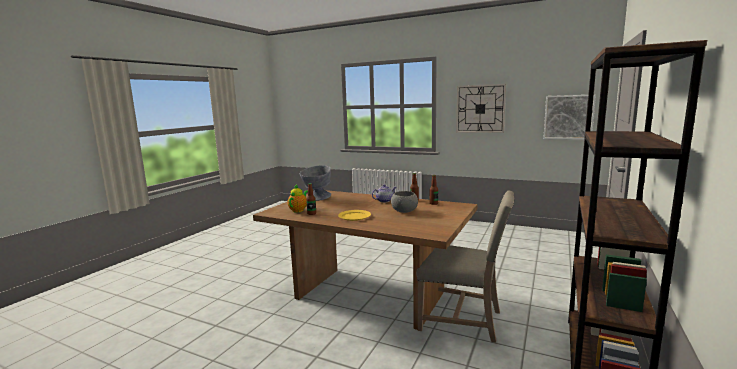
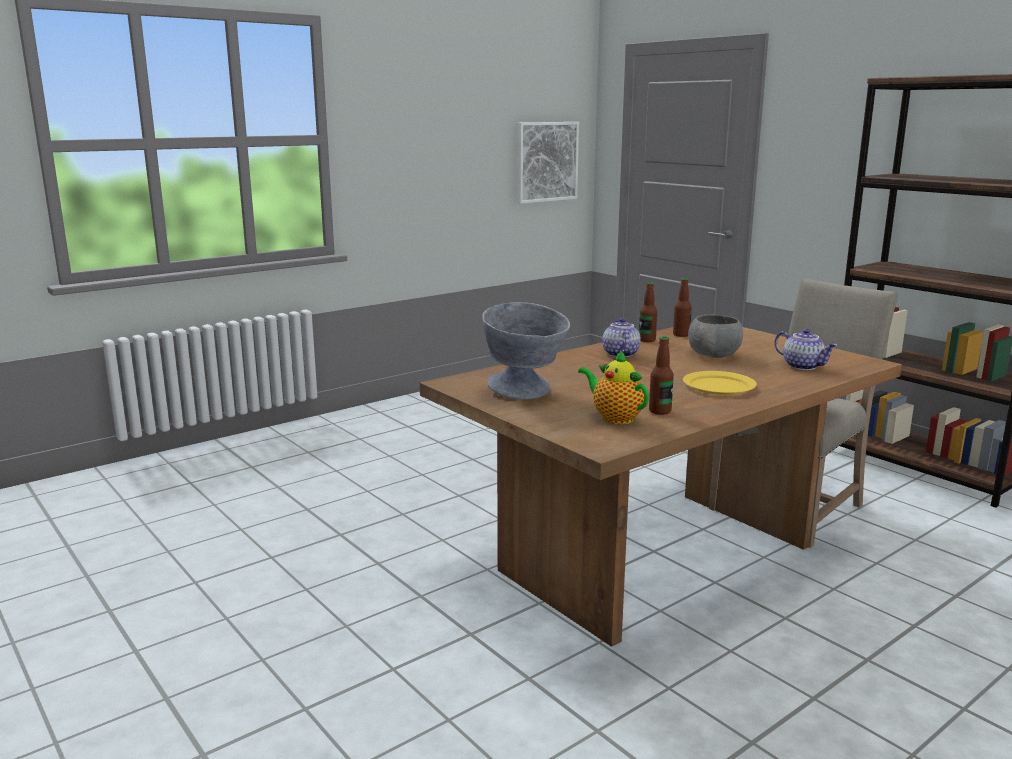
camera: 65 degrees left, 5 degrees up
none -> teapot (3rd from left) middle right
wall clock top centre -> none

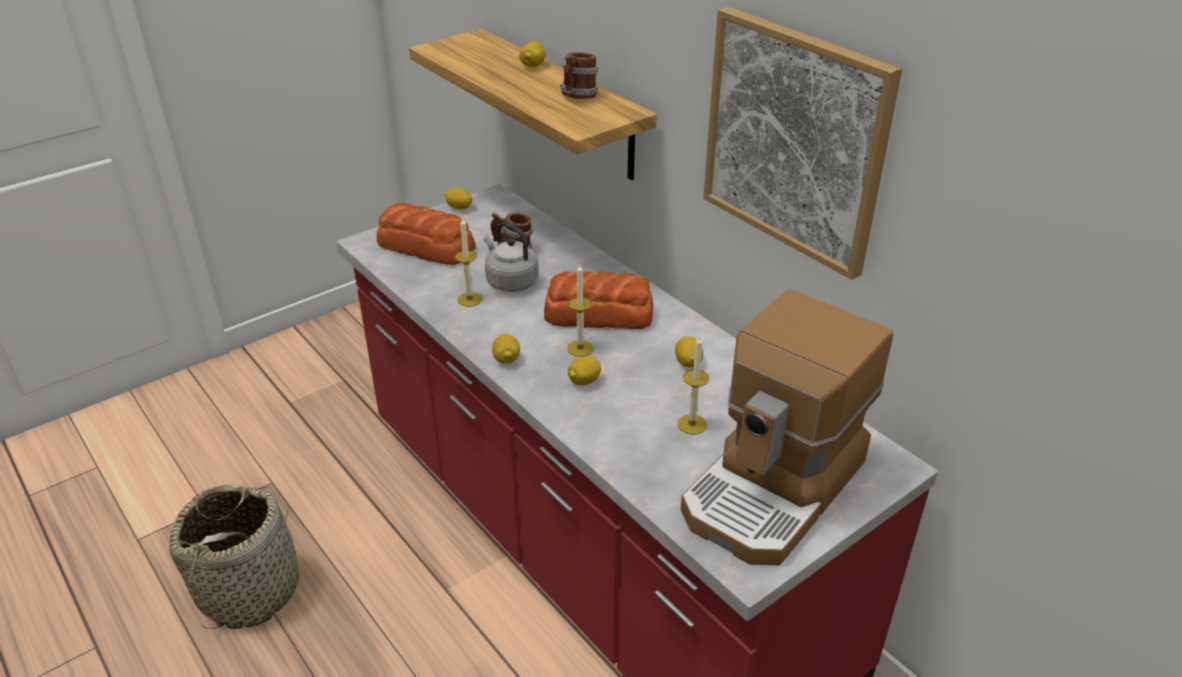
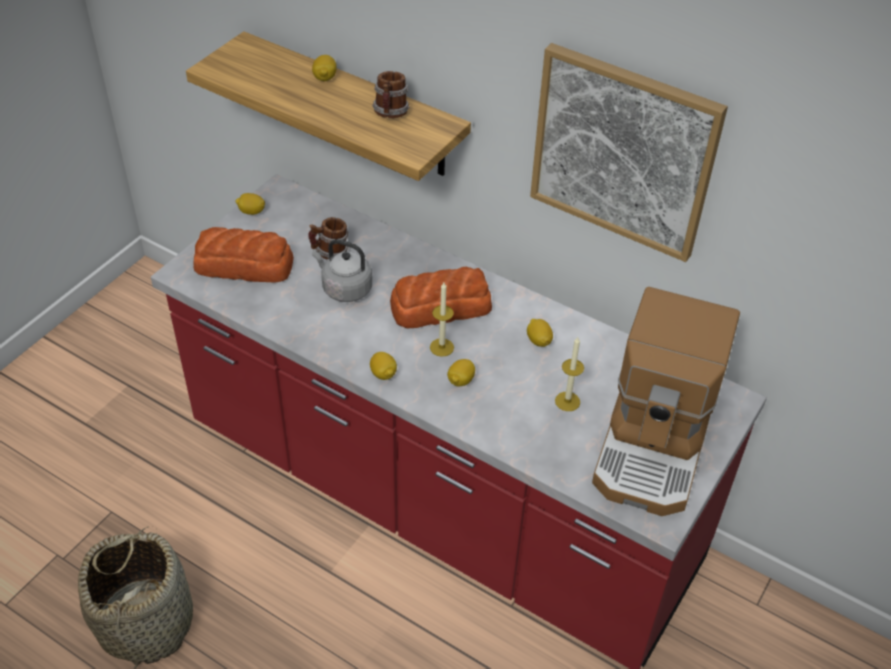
camera: 20 degrees left, 10 degrees up
candle (1st from left) centre -> none

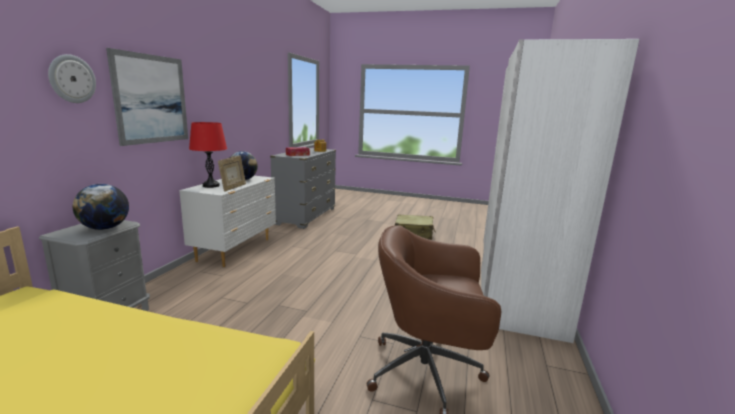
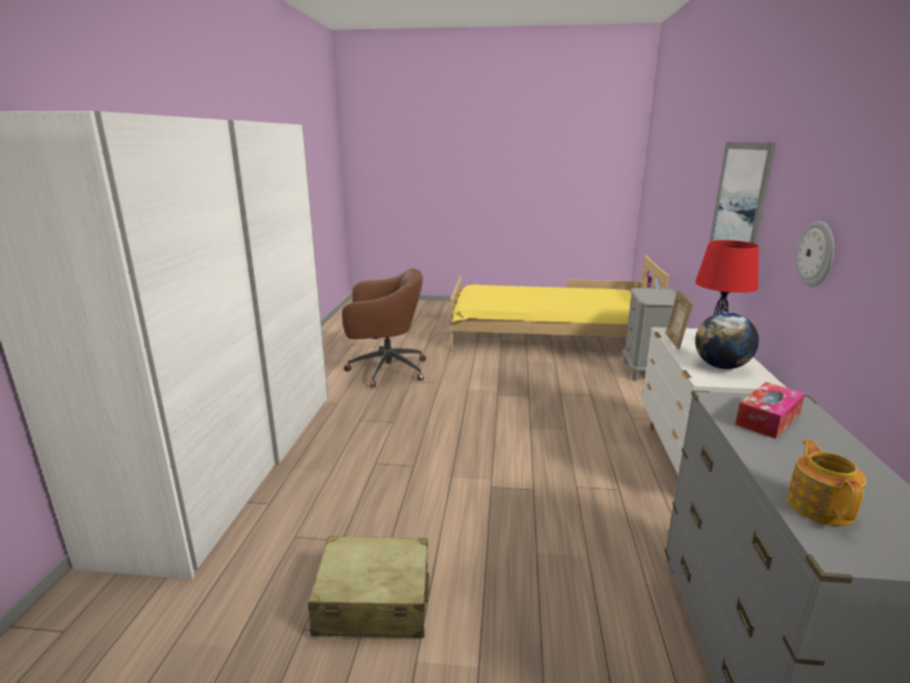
camera: 170 degrees right, 5 degrees up
wall clock top left -> wall clock middle right, move
globe (1st from left) middle left -> none

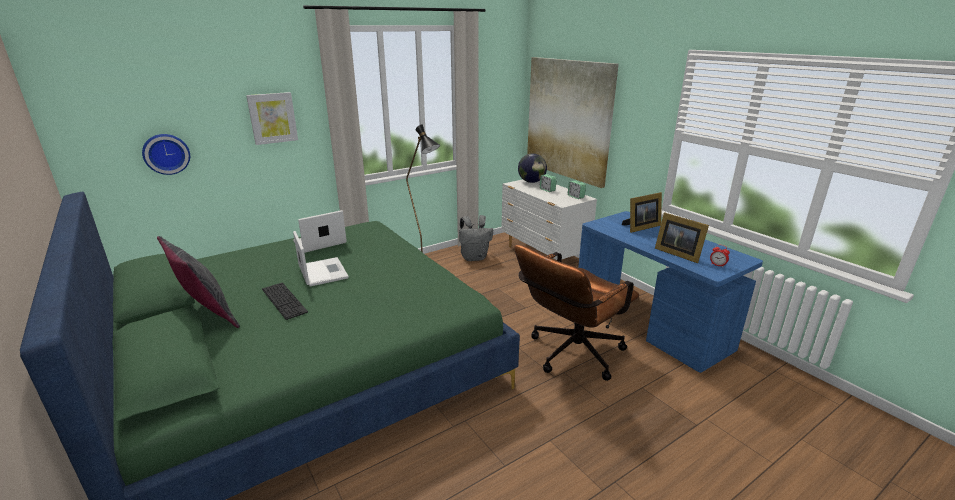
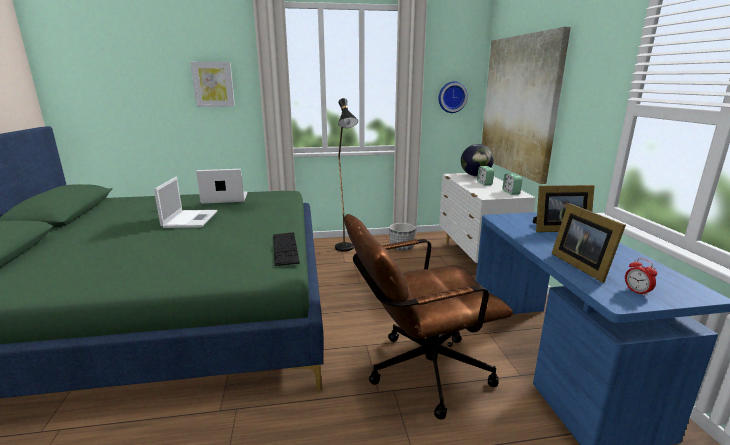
camera: 25 degrees right, 5 degrees down
keyboard middle left -> keyboard centre, move
backpack/grey centre -> planter centre
wall clock top left -> wall clock top centre, move
pillow/grey middle left -> none

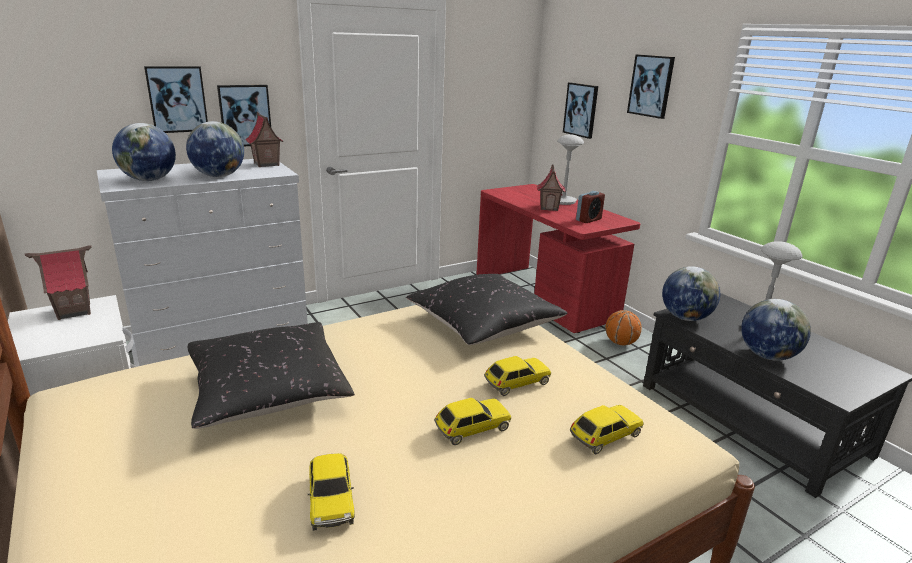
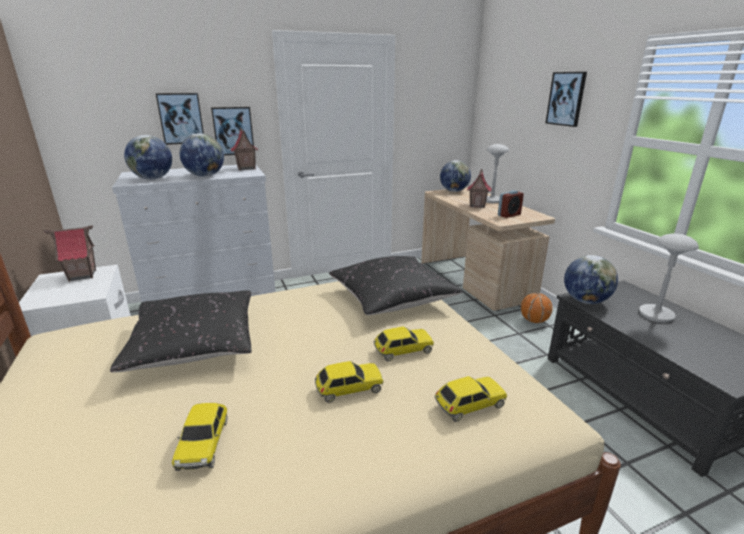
camera: 10 degrees right, 0 degrees up
desk/red centre -> desk/beige centre
globe (4th from left in the first image) middle right -> globe (3rd from left) top centre, move
picture (3rd from left) top centre -> none

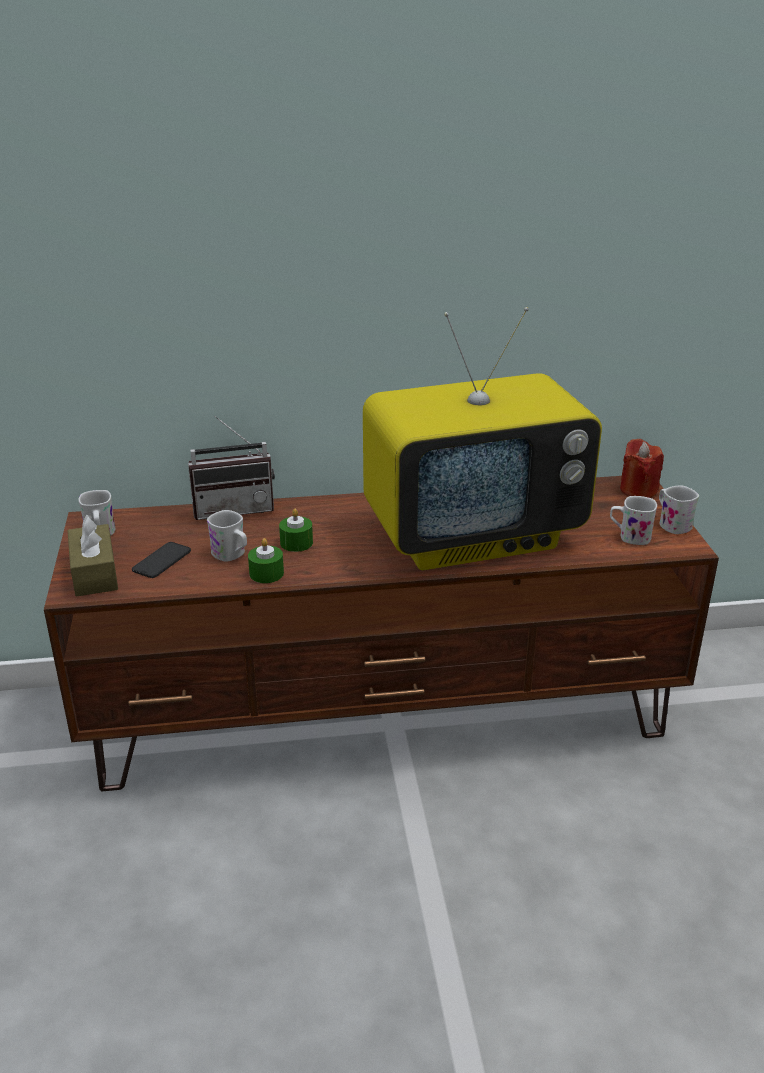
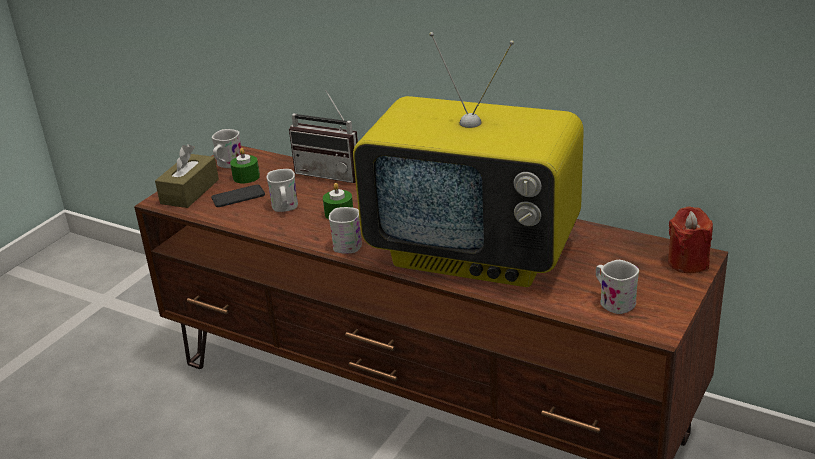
camera: 40 degrees right, 0 degrees up
candle/green (1st from left) centre -> candle/green (1st from left) middle left, move
mug/white (4th from left in the first image) middle right -> mug/white (3rd from left) centre, move

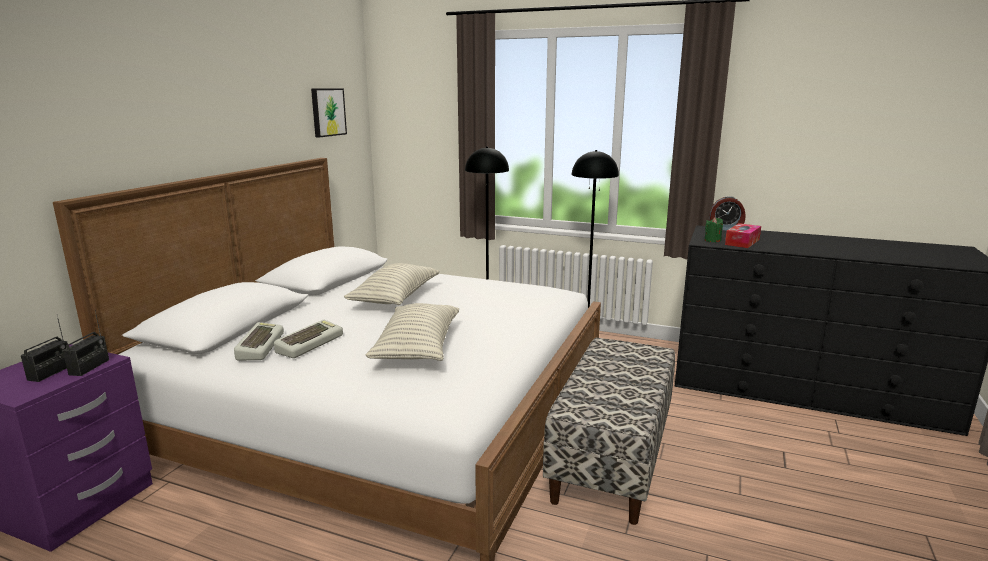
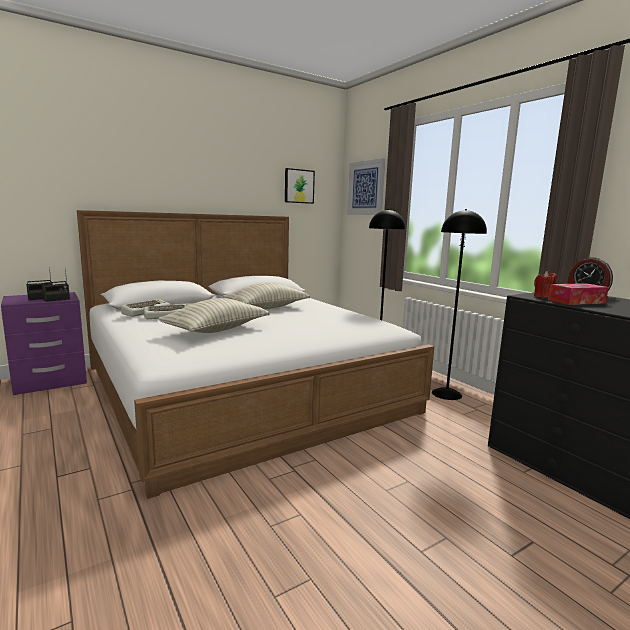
camera: 35 degrees right, 5 degrees down
none -> picture (2nd from left) top centre
candle/green middle right -> candle/red middle right
bench bottom centre -> none

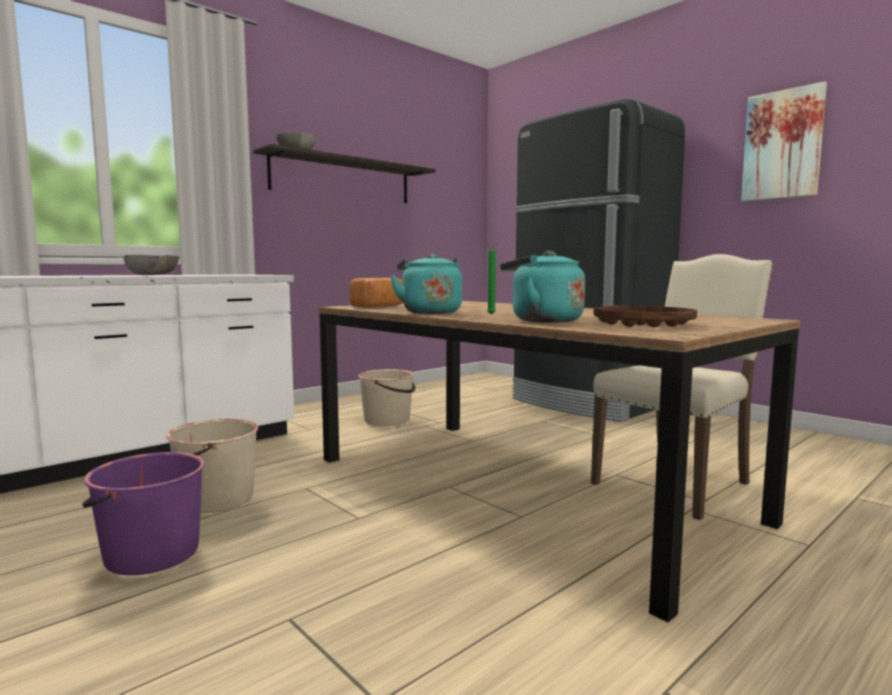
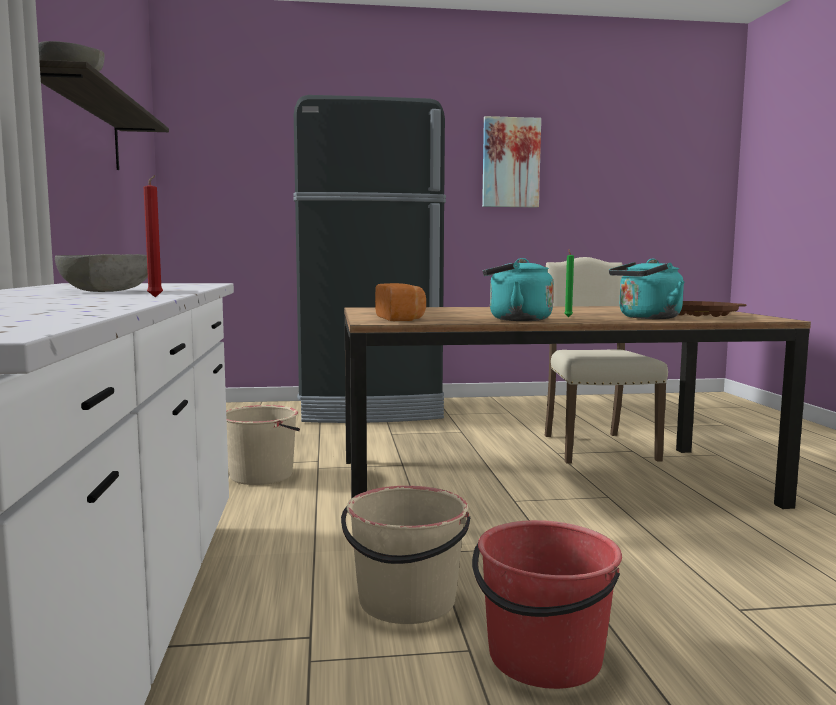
camera: 55 degrees left, 0 degrees up
none -> candle/red middle left
bucket/purple bottom left -> bucket/red bottom centre

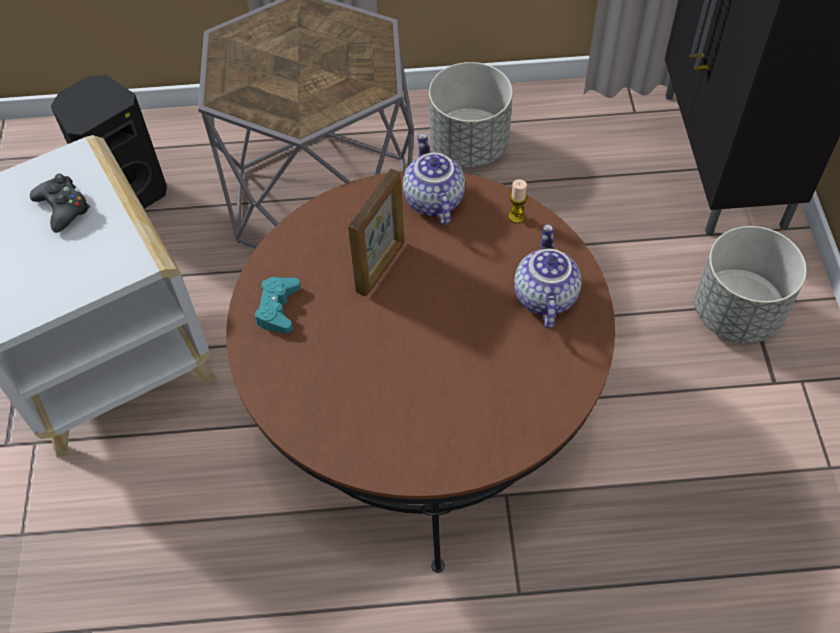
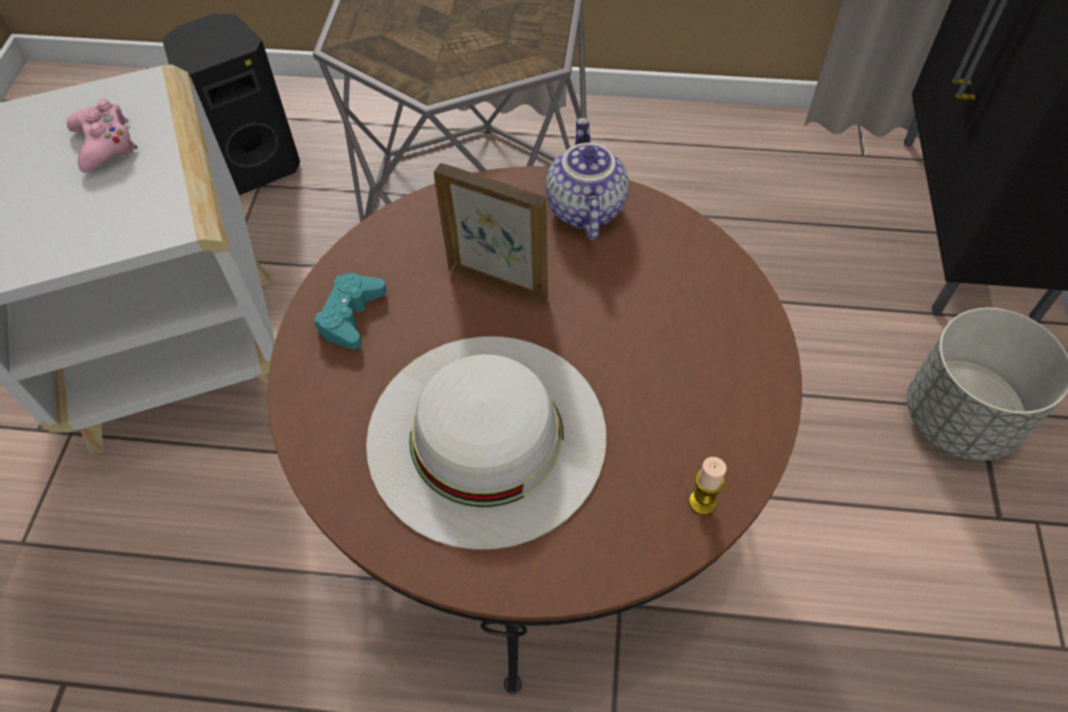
camera: 10 degrees right, 0 degrees up
game controller/black top left -> game controller/pink top left
none -> hat/white centre
picture frame centre -> picture frame top centre, 105 degrees counterclockwise
candle top centre -> candle bottom centre, move
planter/grey (1st from left) top centre -> none
teapot (2nd from left) centre -> none

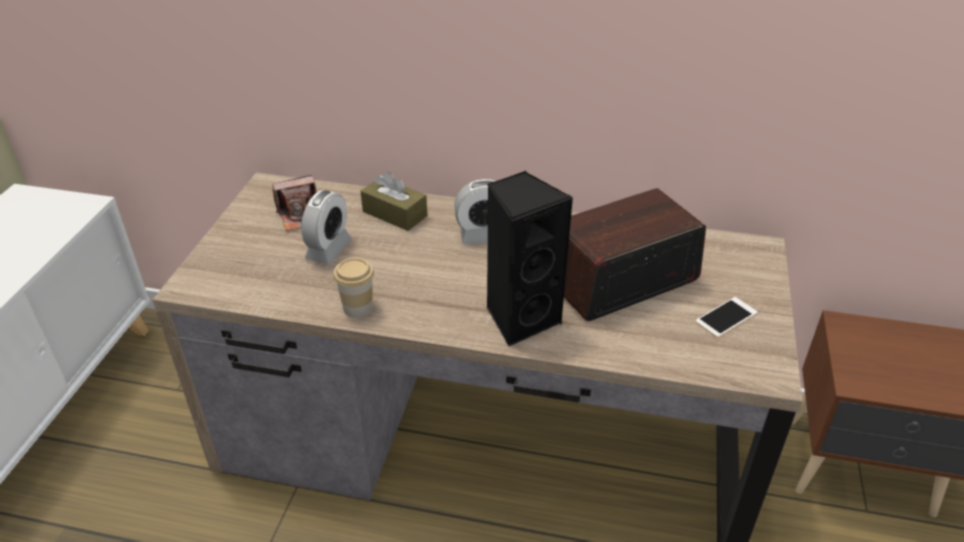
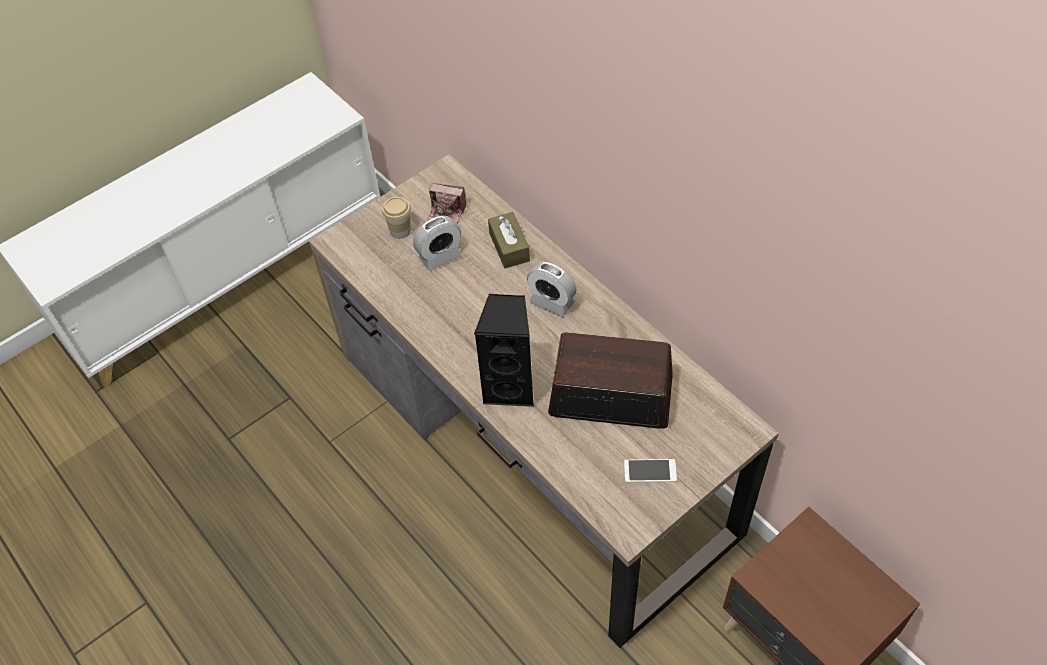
camera: 40 degrees right, 15 degrees up
cup centre -> cup top centre, move

